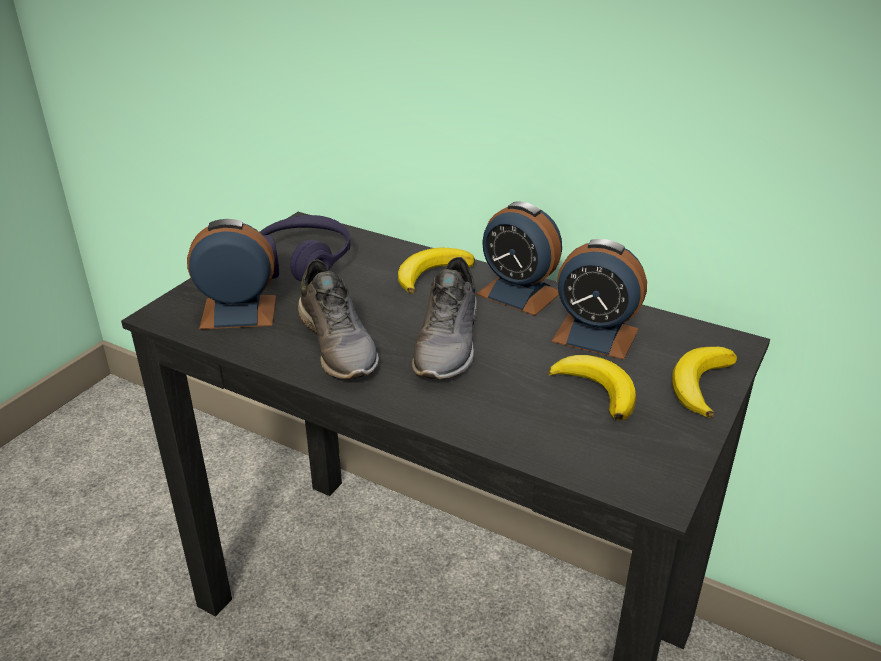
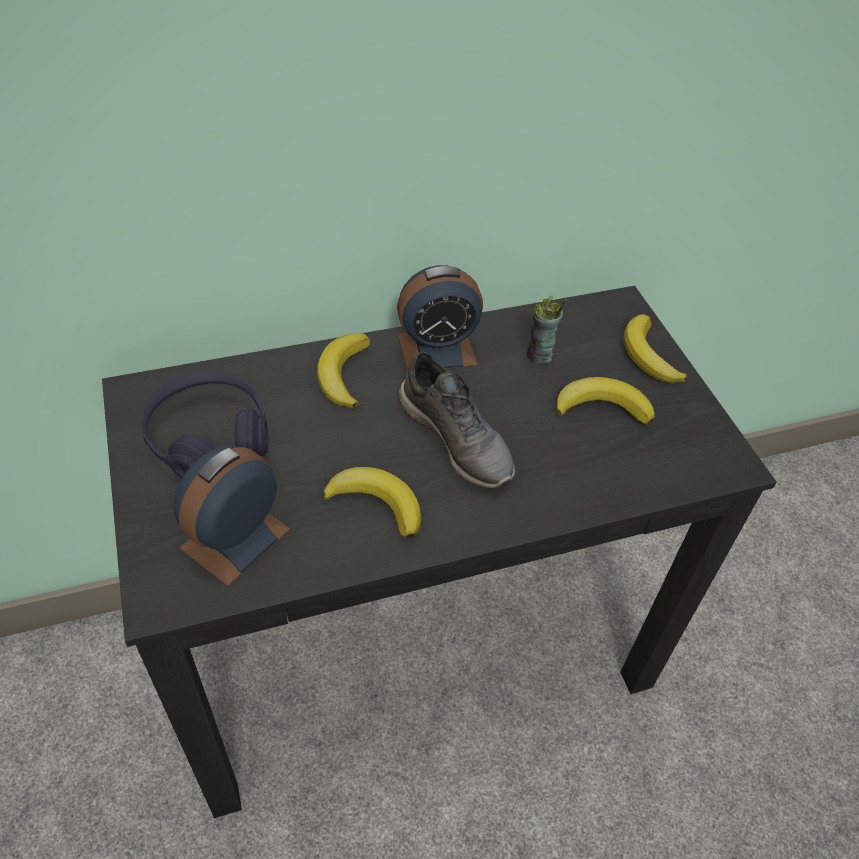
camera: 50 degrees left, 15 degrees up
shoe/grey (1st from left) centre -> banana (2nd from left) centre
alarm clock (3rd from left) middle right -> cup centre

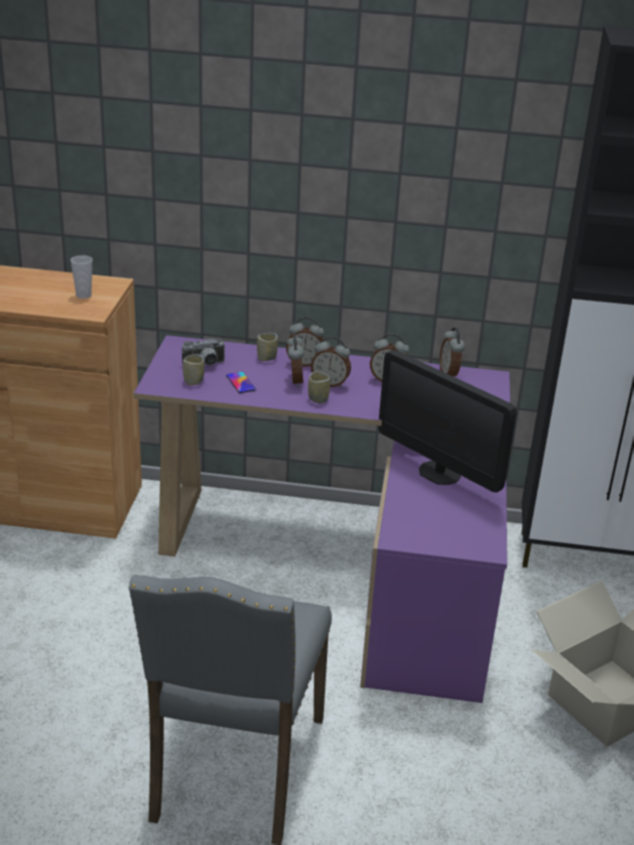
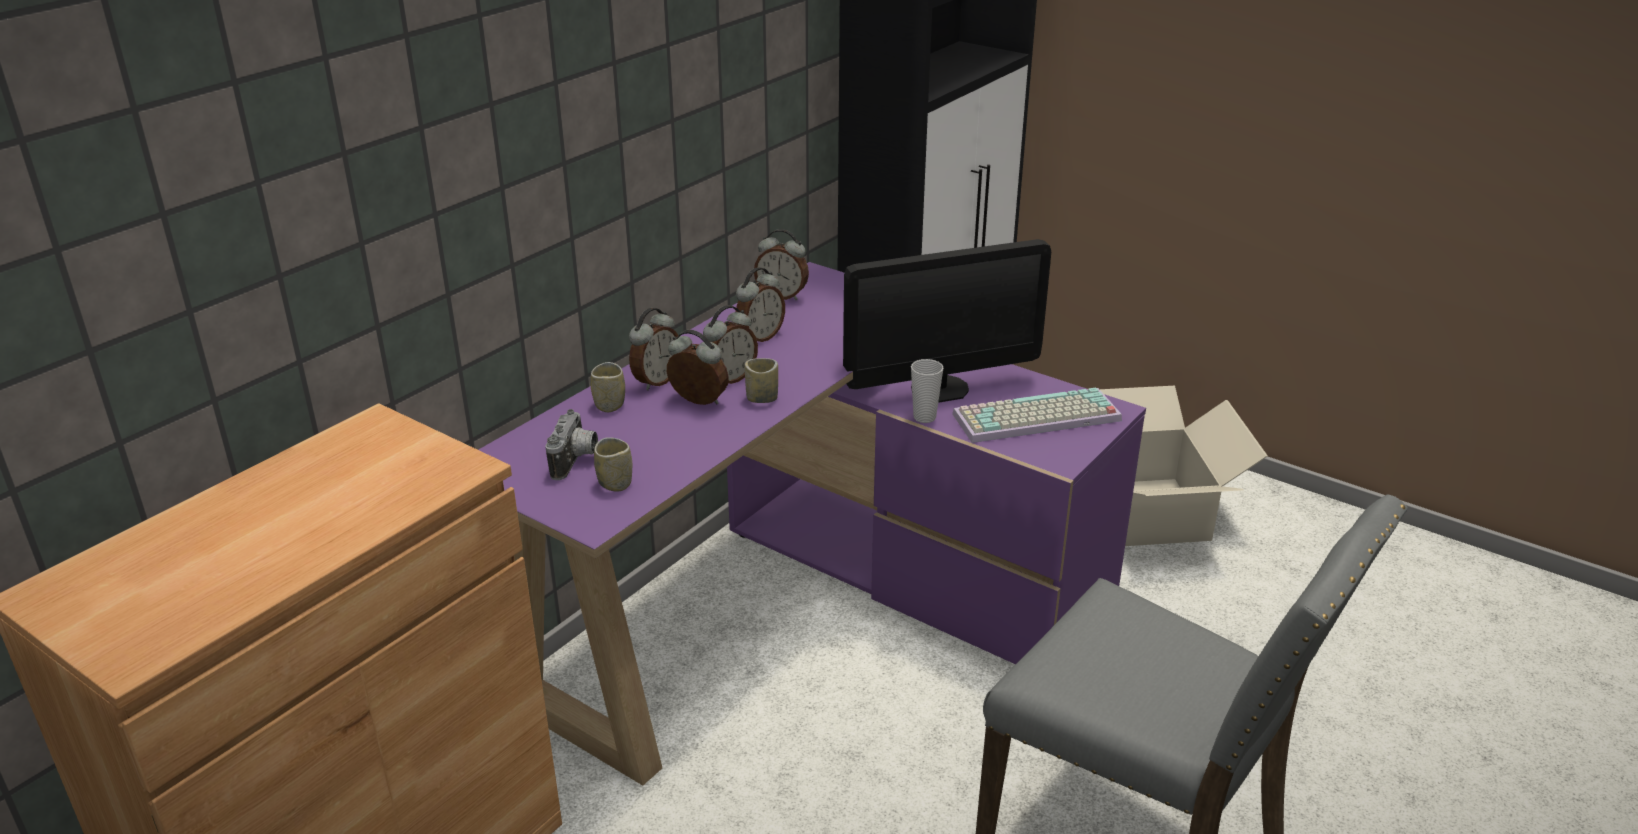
camera: 60 degrees left, 0 degrees up
cup (1st from left in the first image) top left -> cup (4th from left) centre, move
none -> keyboard centre
phone centre -> none

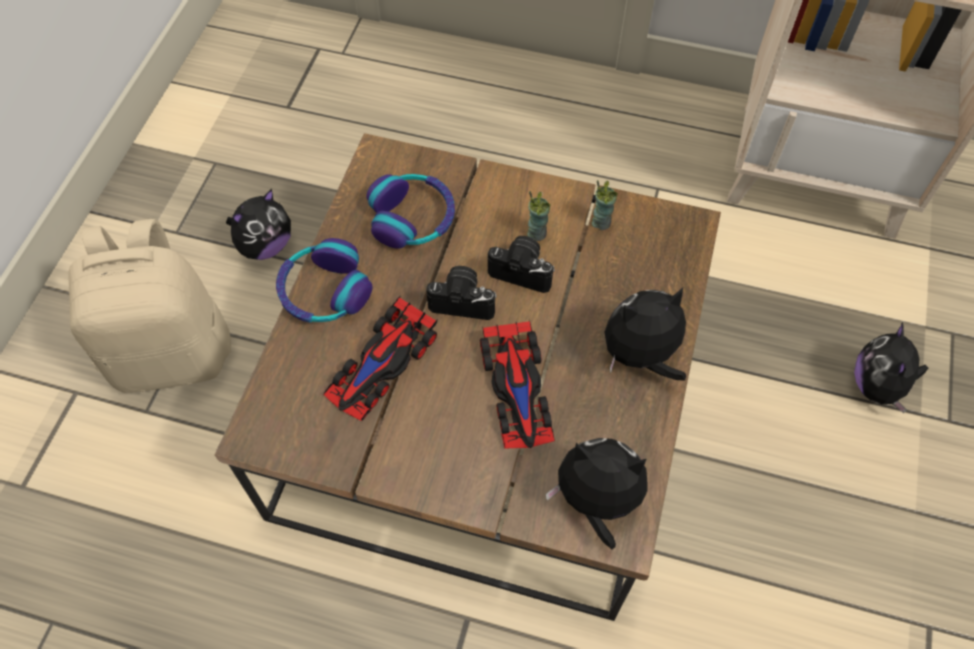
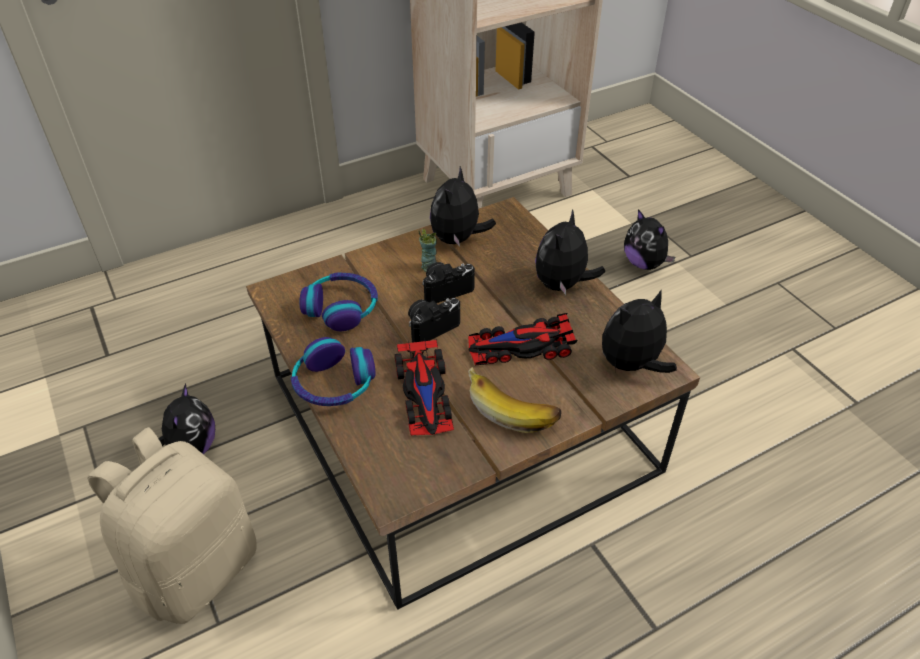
camera: 45 degrees left, 15 degrees down
cup (2nd from left) top centre -> plush toy (2nd from left) top centre
toy car (2nd from left) centre, 135 degrees clockwise
none -> banana centre

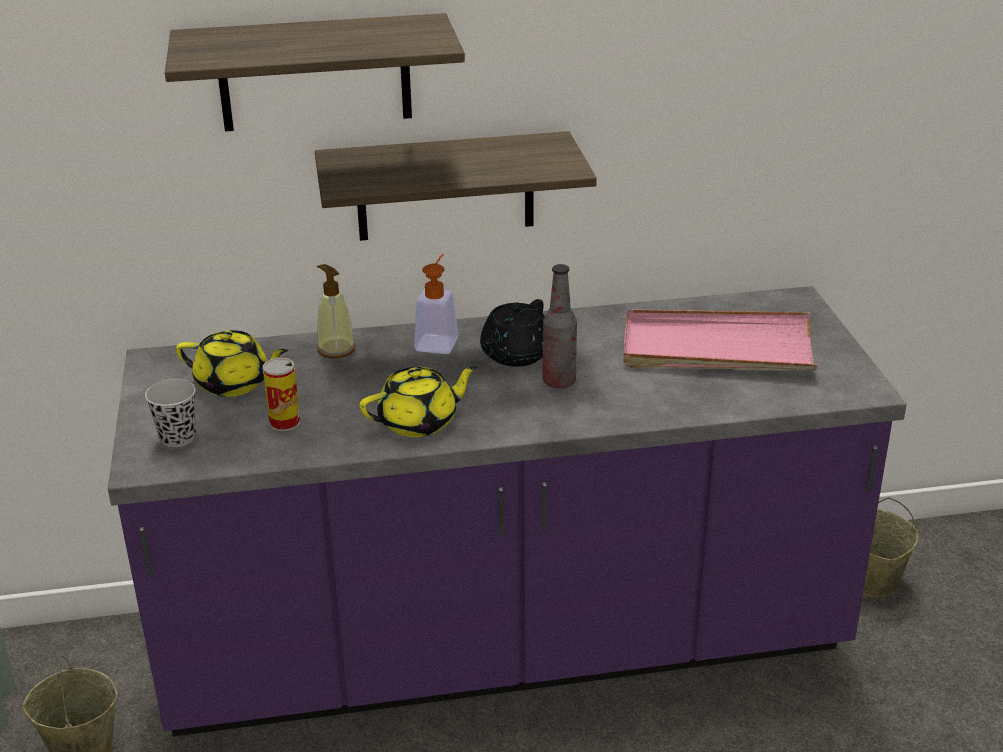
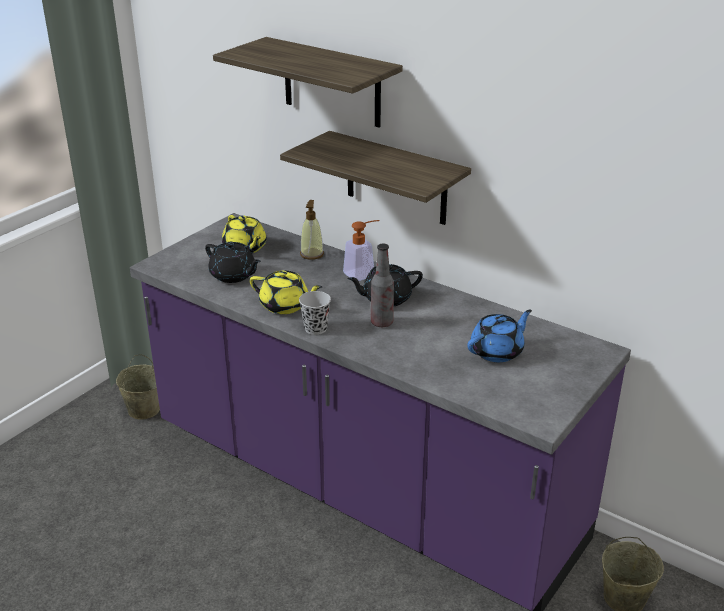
camera: 45 degrees right, 0 degrees up
can middle left -> teapot/black (1st from left) middle left
cup/black middle left -> cup/black centre, move
tray/pink middle right -> teapot/blue middle right

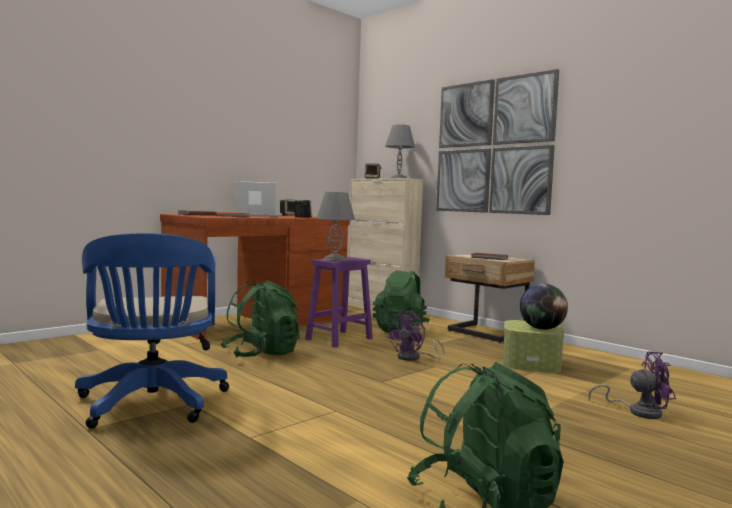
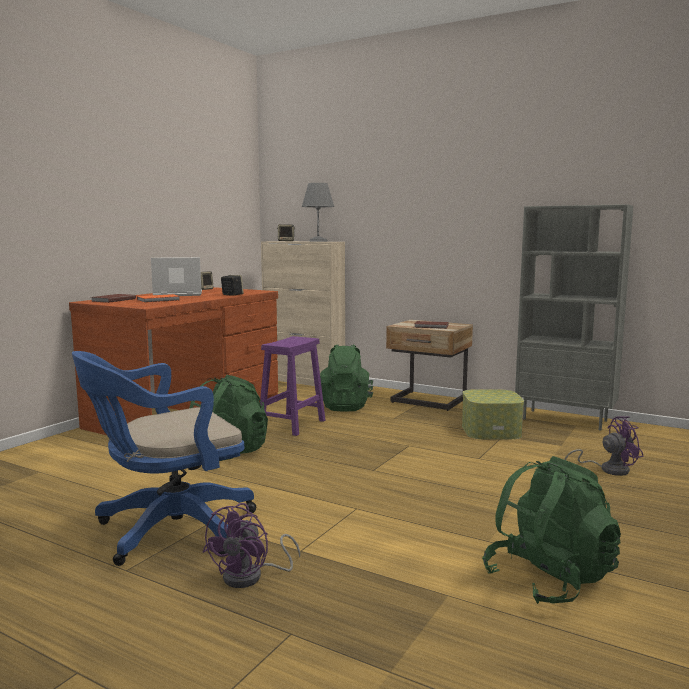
camera: 15 degrees left, 5 degrees up
office chair/blue middle left, 90 degrees clockwise
fan/purple (1st from left) centre -> fan/purple (1st from left) bottom centre, move
none -> bookcase/grey middle right
table lamp/grey (1st from left) centre -> none
picture top right -> none
globe middle right -> none

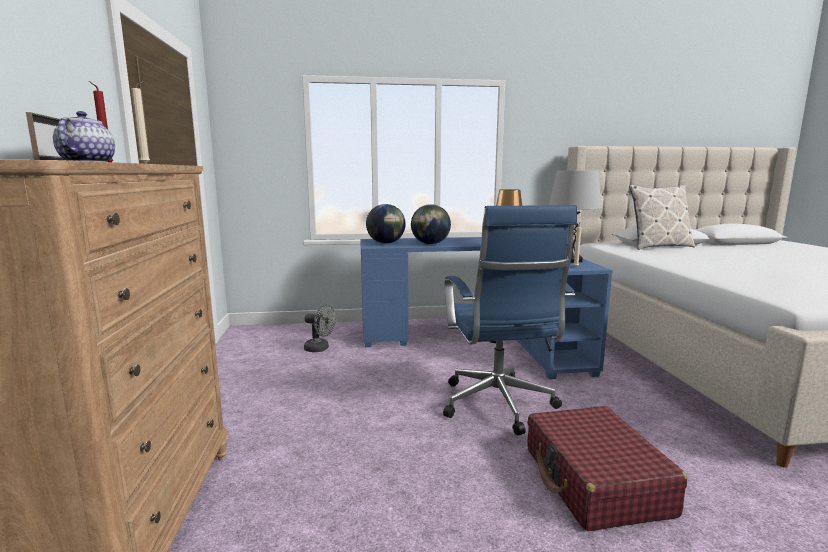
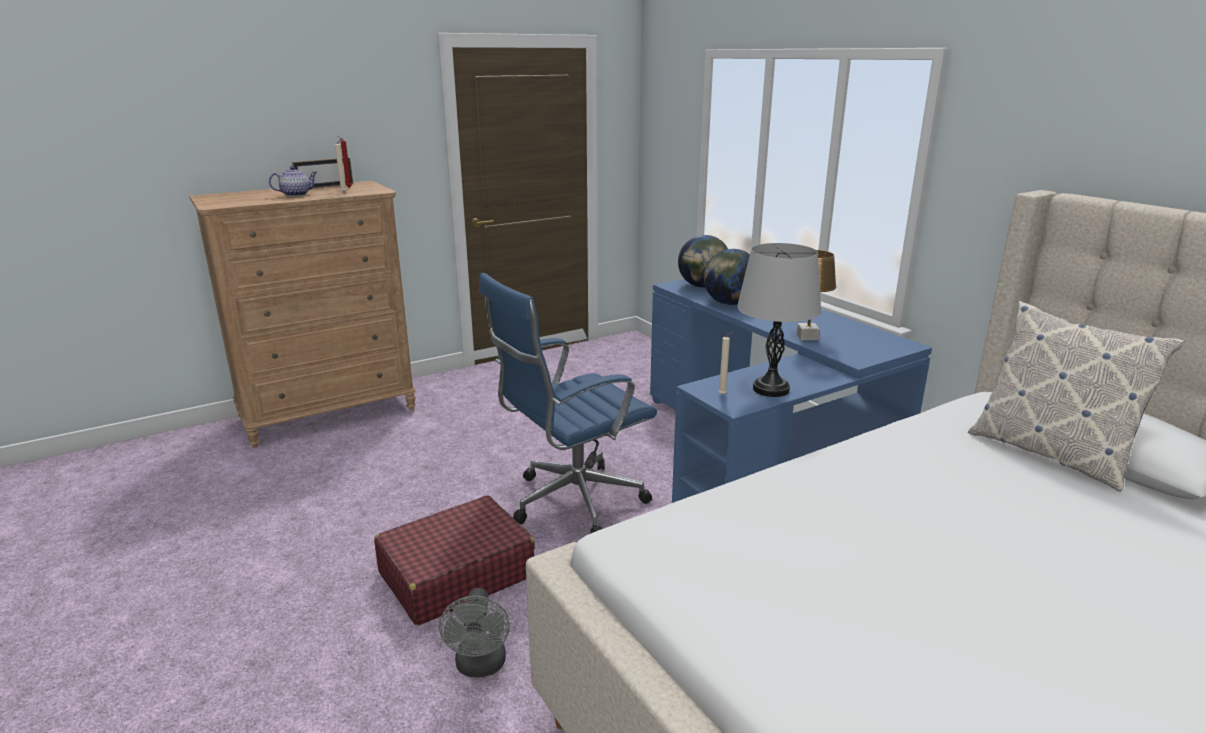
camera: 65 degrees right, 10 degrees up
fan/grey centre -> fan/grey bottom centre, move

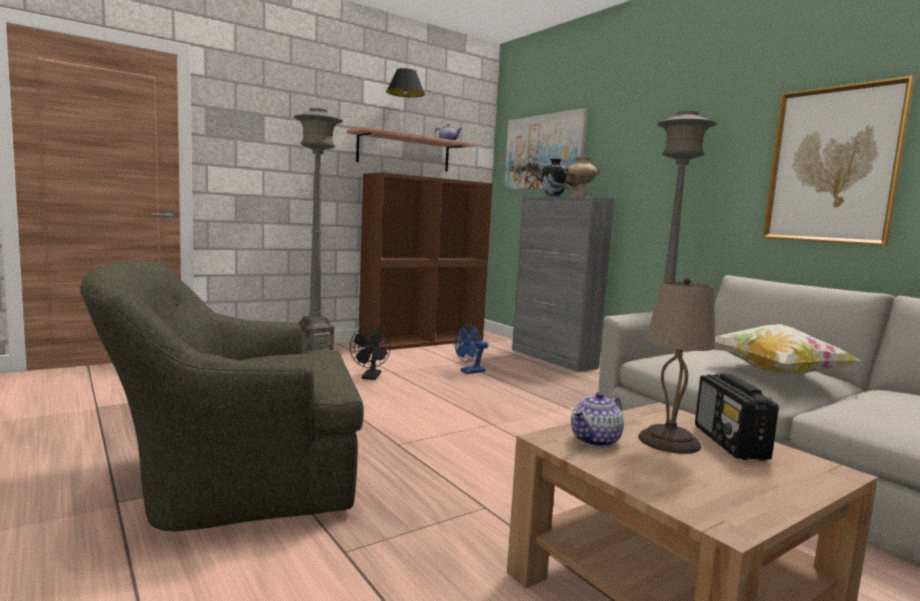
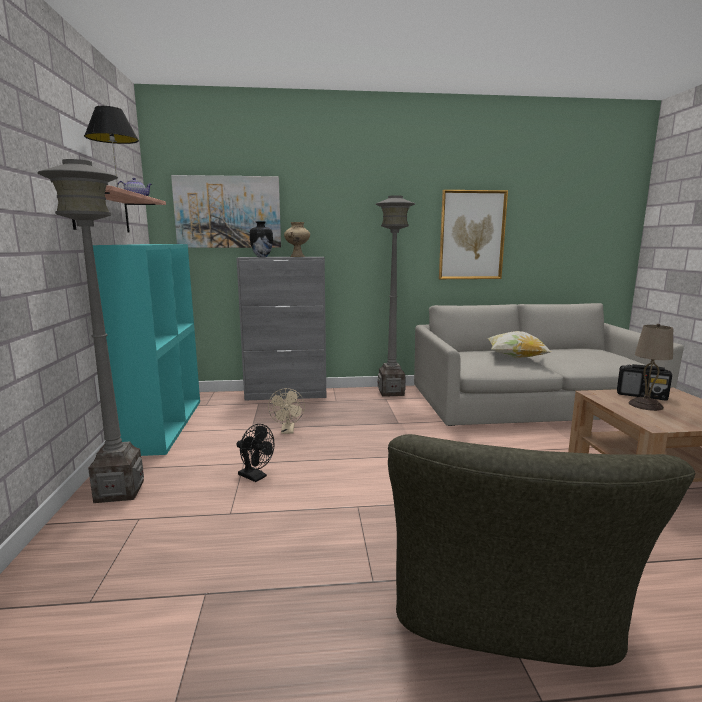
camera: 60 degrees left, 5 degrees up
bookcase/brown centre -> bookcase/turquoise middle left
fan/blue centre -> fan/beige centre
teapot (2nd from left) bottom centre -> none

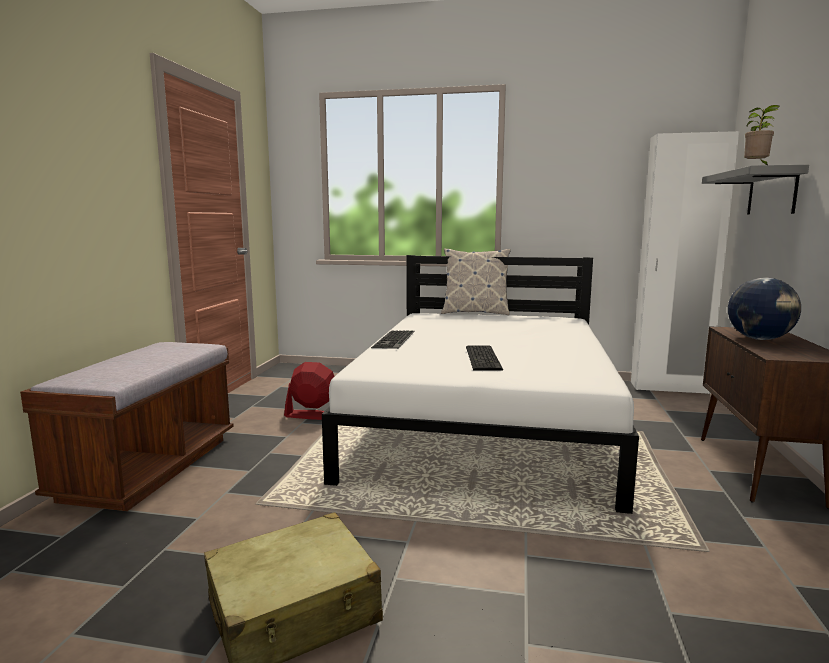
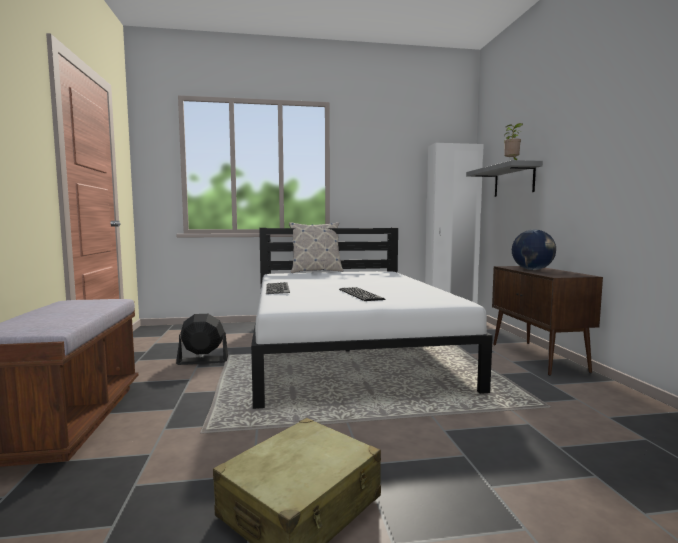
camera: 20 degrees left, 5 degrees down
fan/red centre -> fan/black middle left

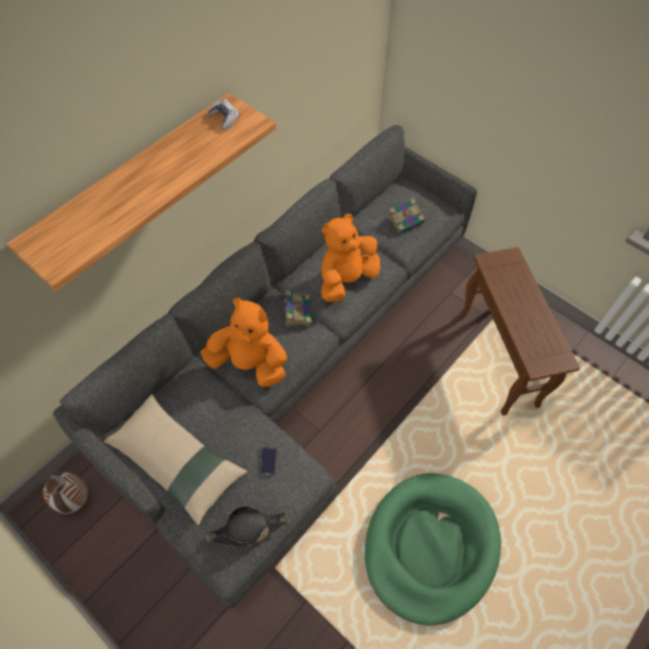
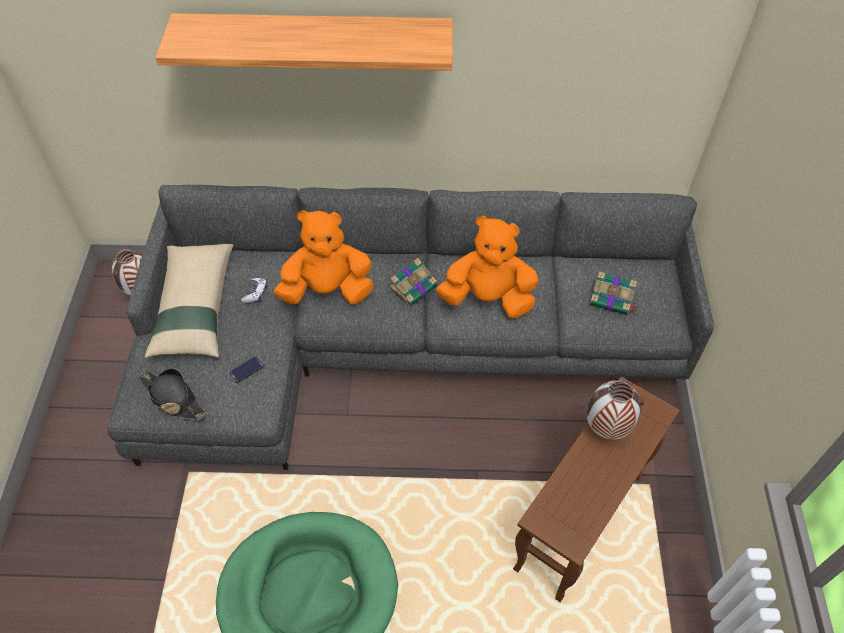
camera: 50 degrees right, 5 degrees down
game controller top centre -> game controller middle left, move
plush toy/orange (1st from left) centre, 75 degrees counterclockwise
none -> vase (2nd from left) middle right

